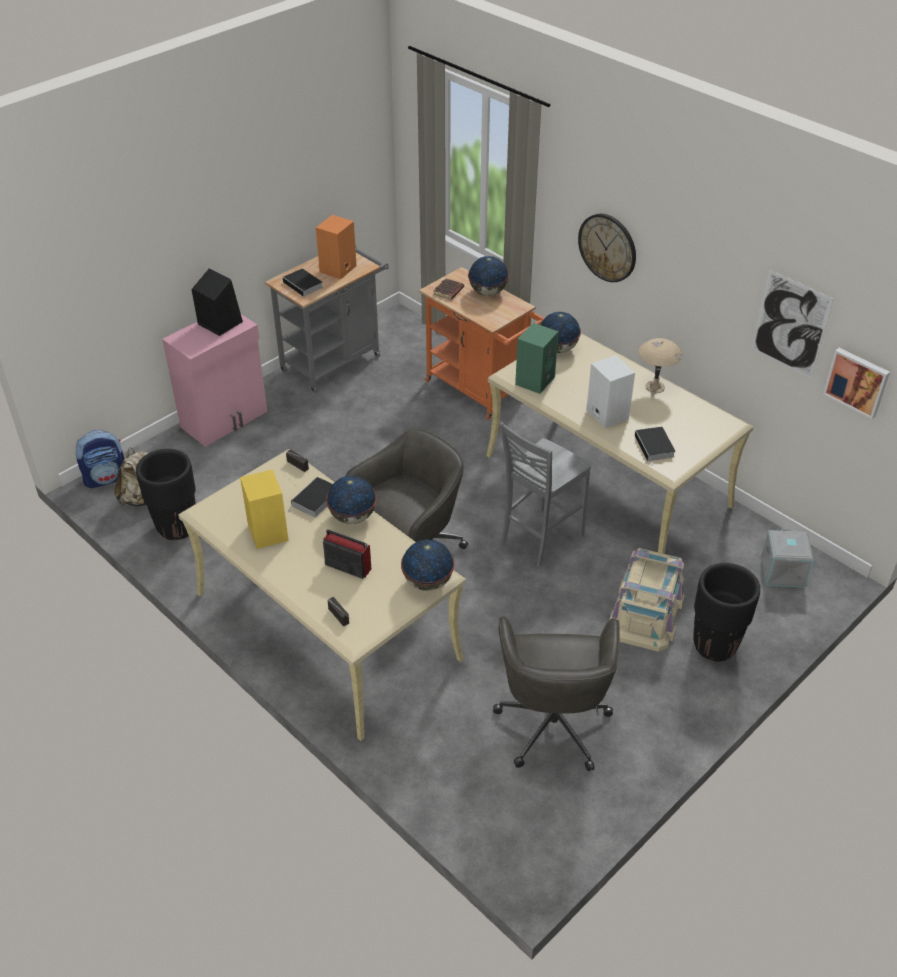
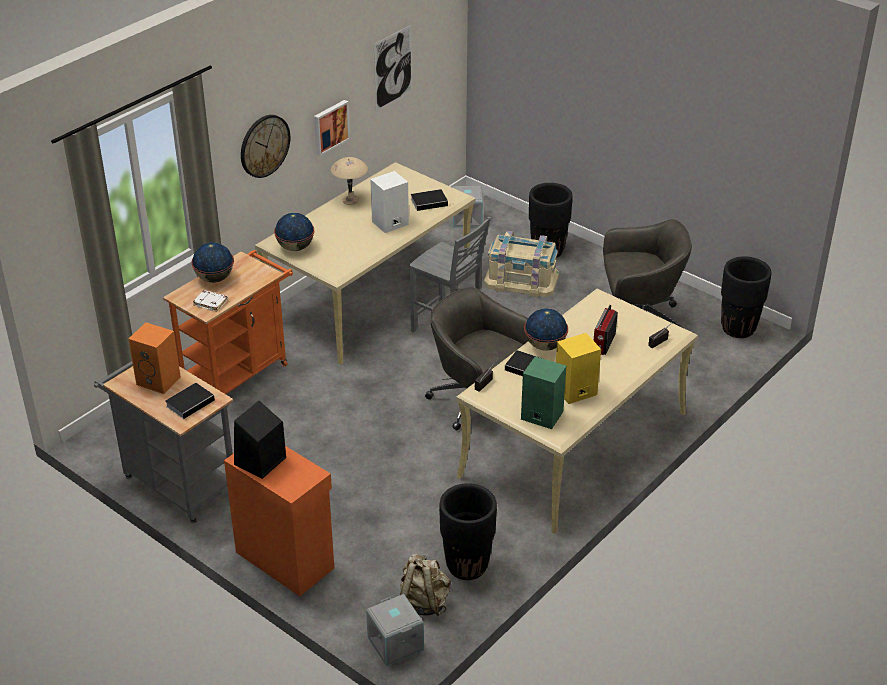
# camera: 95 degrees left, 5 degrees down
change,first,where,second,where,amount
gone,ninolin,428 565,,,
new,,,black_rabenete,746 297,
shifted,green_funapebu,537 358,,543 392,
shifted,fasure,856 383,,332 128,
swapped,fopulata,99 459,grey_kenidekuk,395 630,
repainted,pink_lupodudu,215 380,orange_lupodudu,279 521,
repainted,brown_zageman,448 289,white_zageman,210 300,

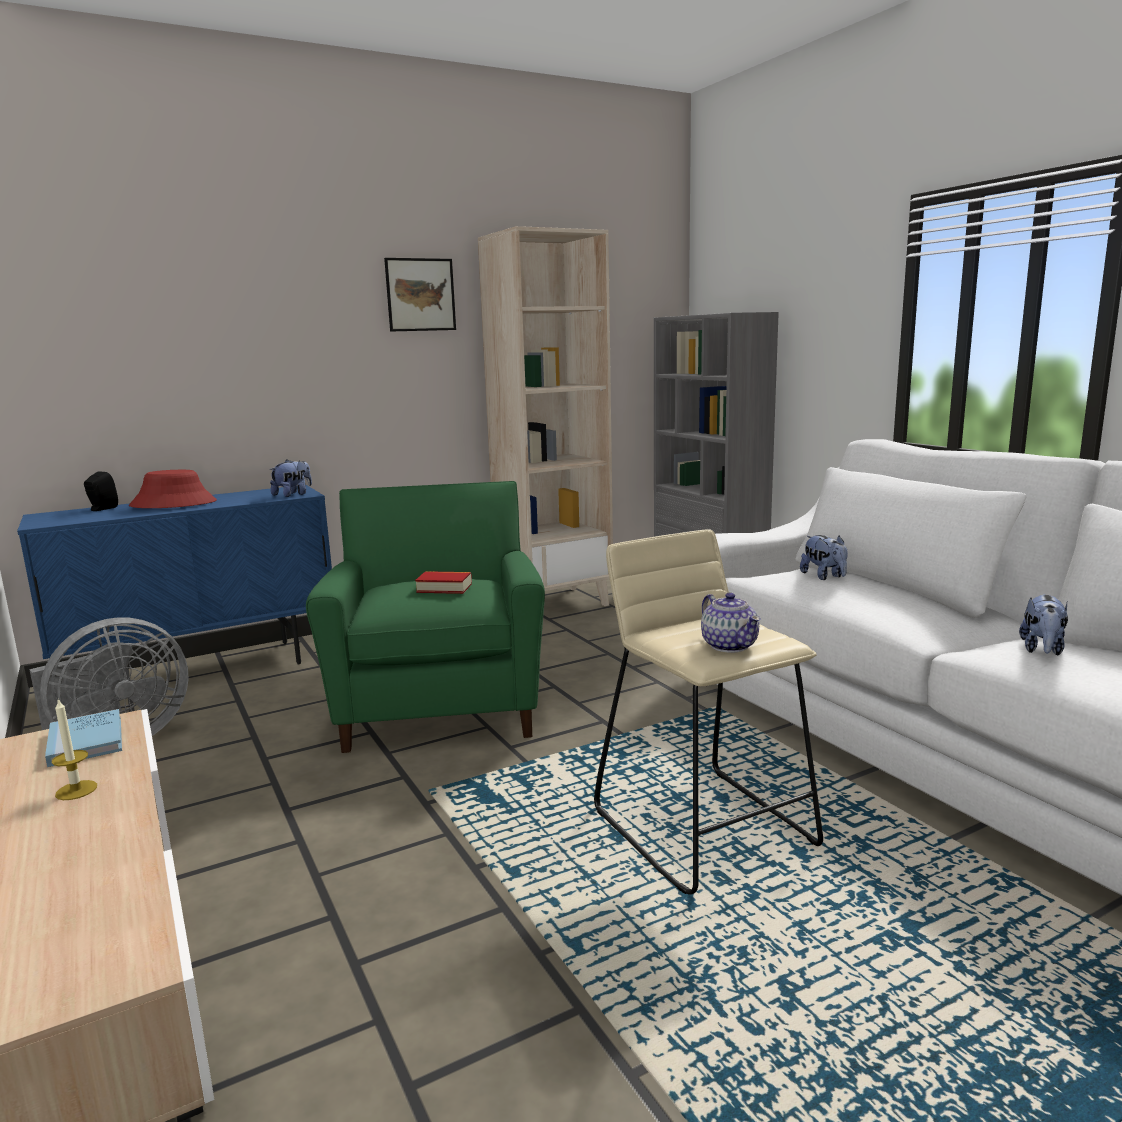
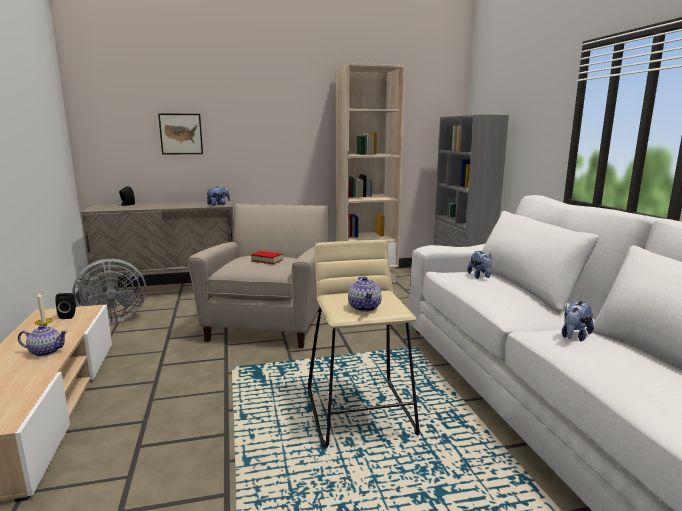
# camera: 15 degrees right, 0 degrees up
change,first,where,second,where,amount
gone,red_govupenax,173 489,,,
new,,,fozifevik,43 340,
shifted,fasure,420 295,,180 134,
swapped,blue_zageman,83 738,black_funapebu,65 306,
repainted,blue_lupodudu,174 575,beige_lupodudu,157 245,
repainted,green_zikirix,425 617,beige_zikirix,257 276,

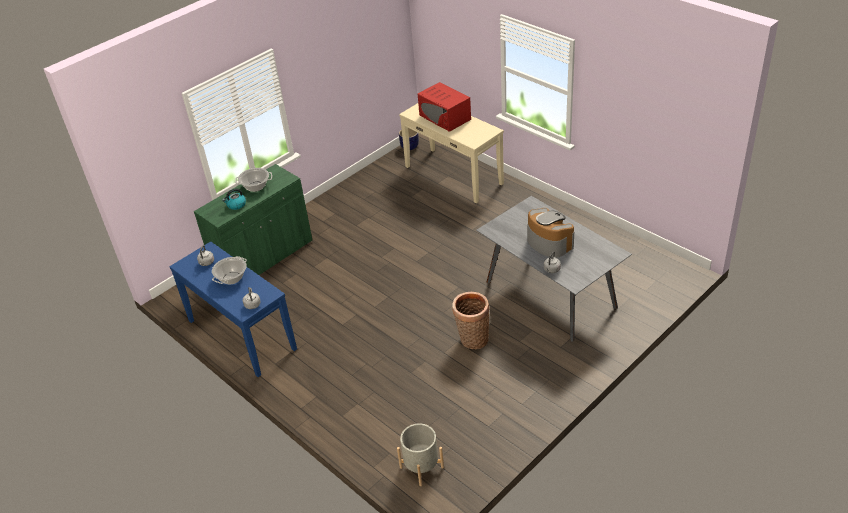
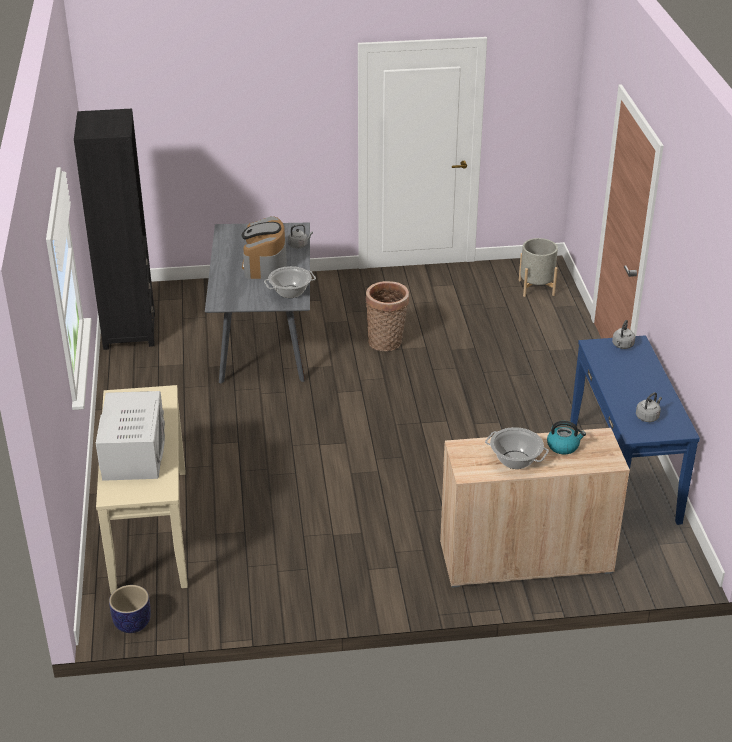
# camera: 145 degrees left, 5 degrees down
change,first,where,second,where,amount
new,,,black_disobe,114 229,
shifted,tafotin,229 270,,290 282,
repainted,green_lupodudu,253 219,beige_lupodudu,535 508,
repainted,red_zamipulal,444 107,white_zamipulal,130 436,

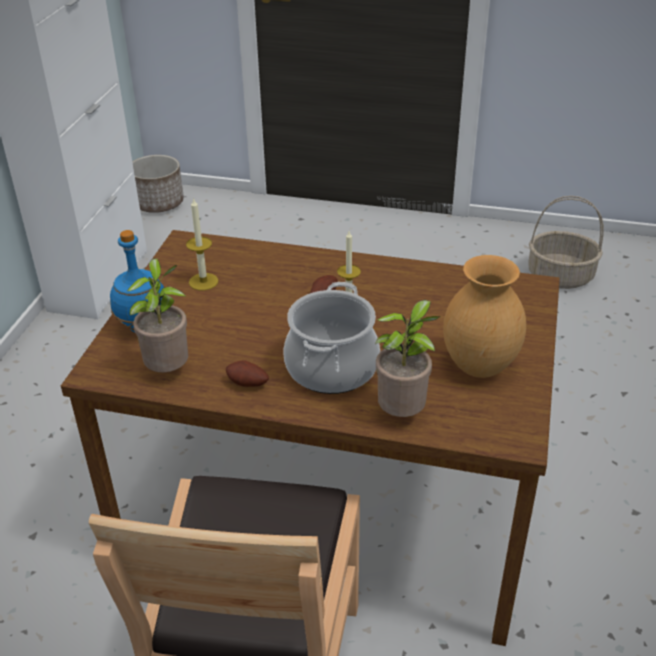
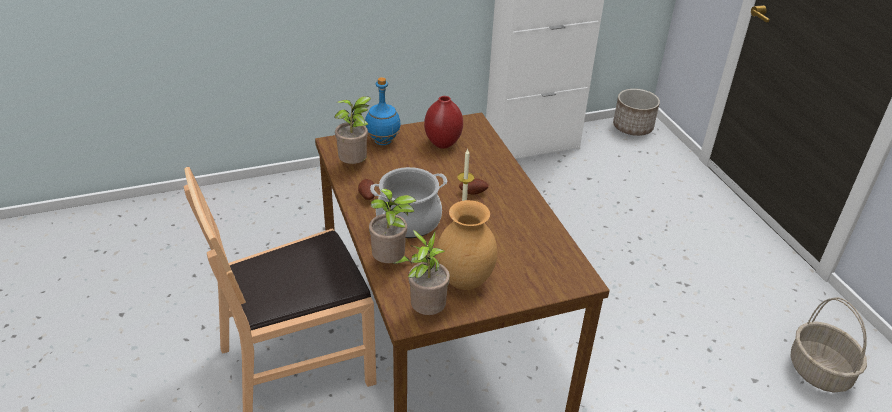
# camera: 55 degrees right, 0 degrees up
change,first,where,second,where,amount
new,,,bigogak,429 272,
swapped,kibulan,202 243,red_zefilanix,443 122,

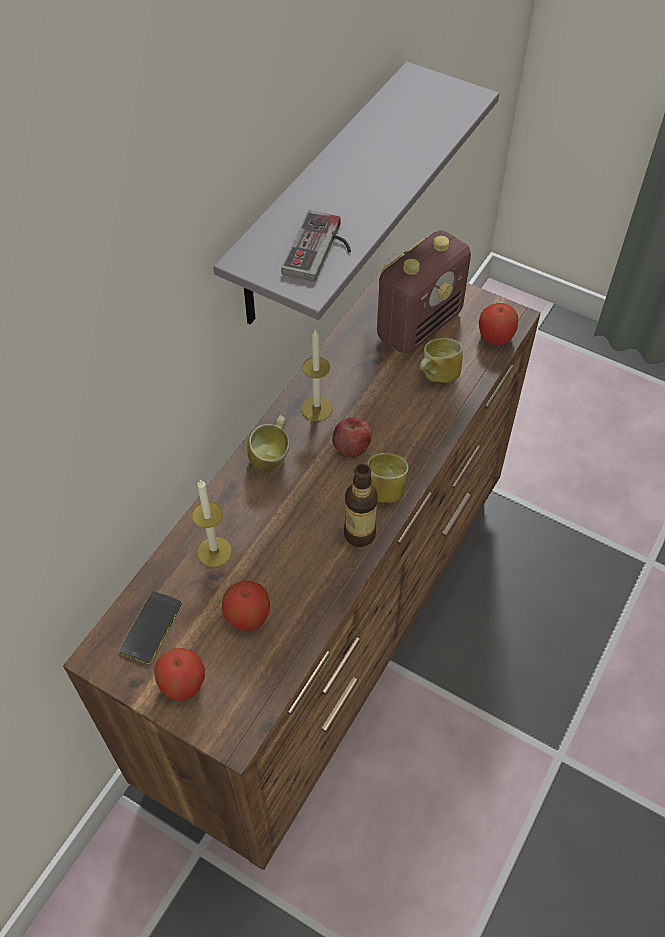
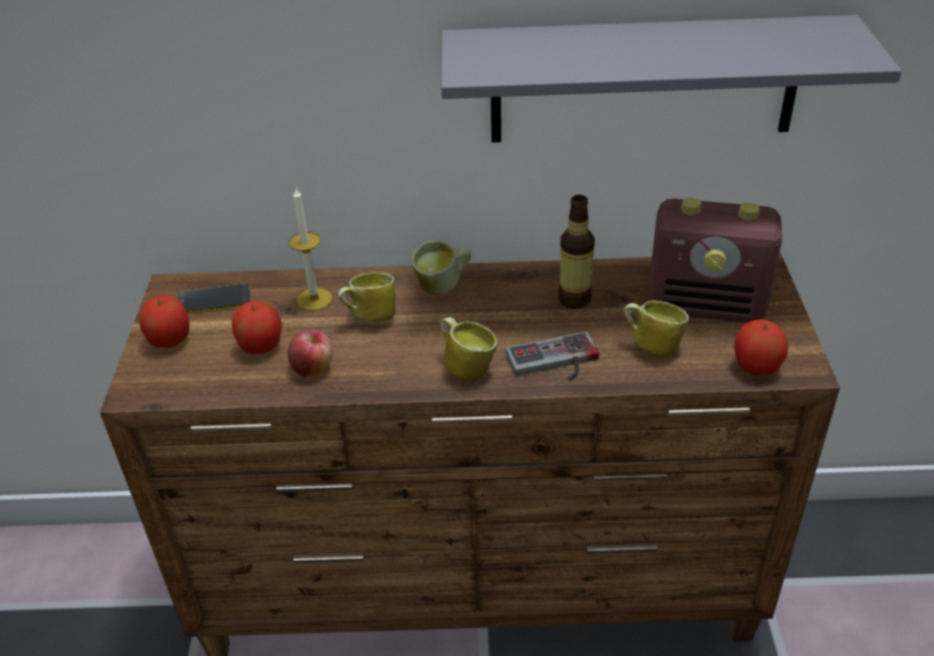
# camera: 60 degrees right, 15 degrees down
change,first,where,second,where,amount
gone,kibulan,317 374,,,
new,,,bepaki,367 296,
shifted,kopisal,316 245,,552 355,
shifted,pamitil,352 437,,310 354,
shifted,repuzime,361 505,,576 252,

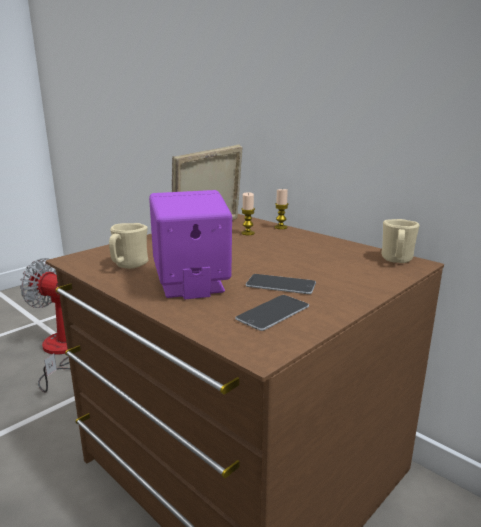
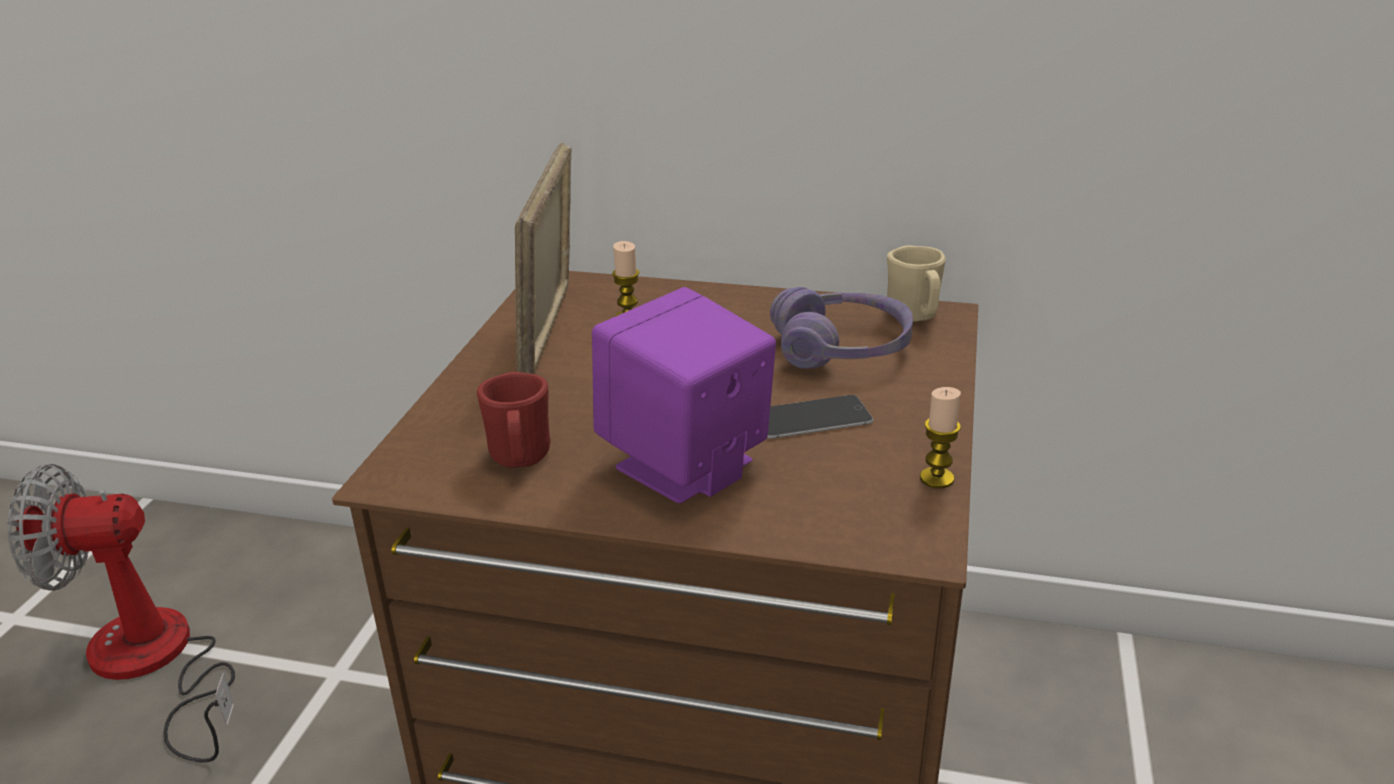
# camera: 30 degrees left, 10 degrees up
change,first,where,second,where,amount
gone,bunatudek,272 313,,,
new,,,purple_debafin,841 328,
shifted,kibulan,281 209,,940 438,
repainted,beige_bepaki,128 246,red_bepaki,514 420,

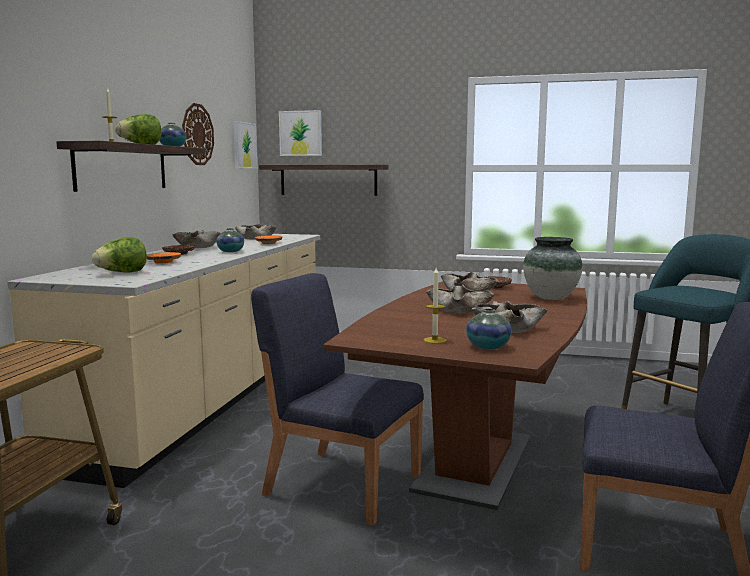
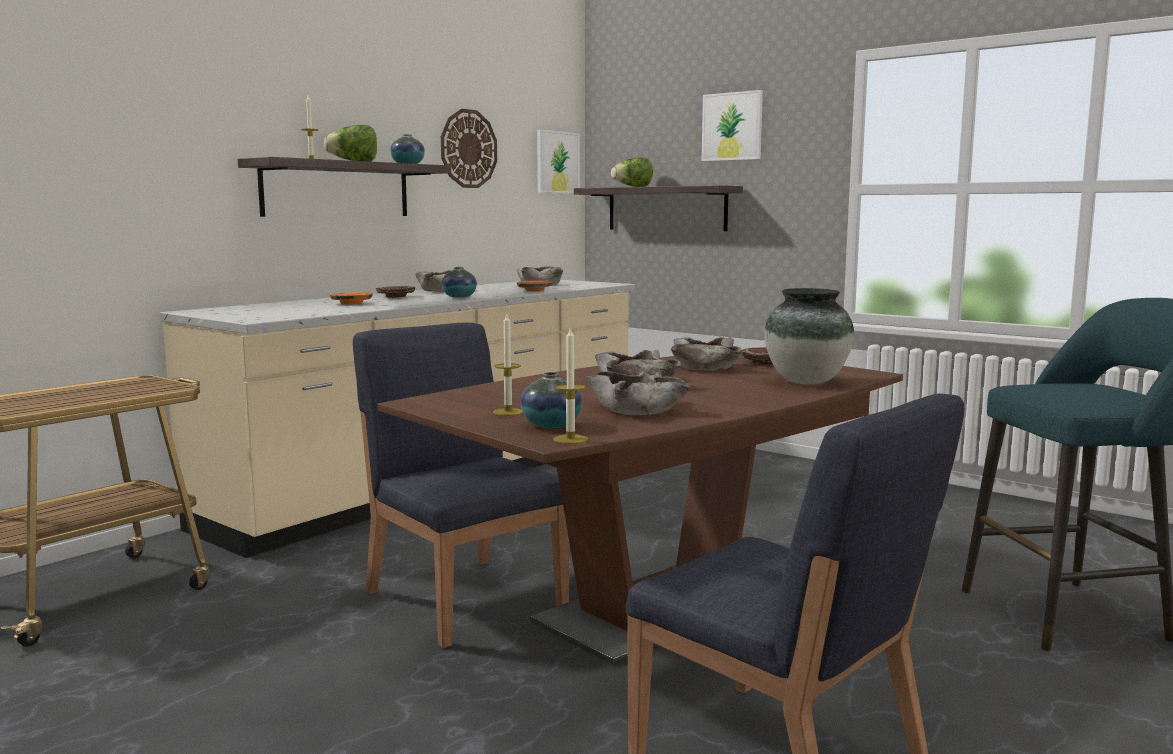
# camera: 25 degrees right, 0 degrees up
change,first,where,second,where,amount
new,,,kibulan,570 385,
shifted,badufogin,119 254,,632 172,
shifted,fasure,300 133,,732 125,

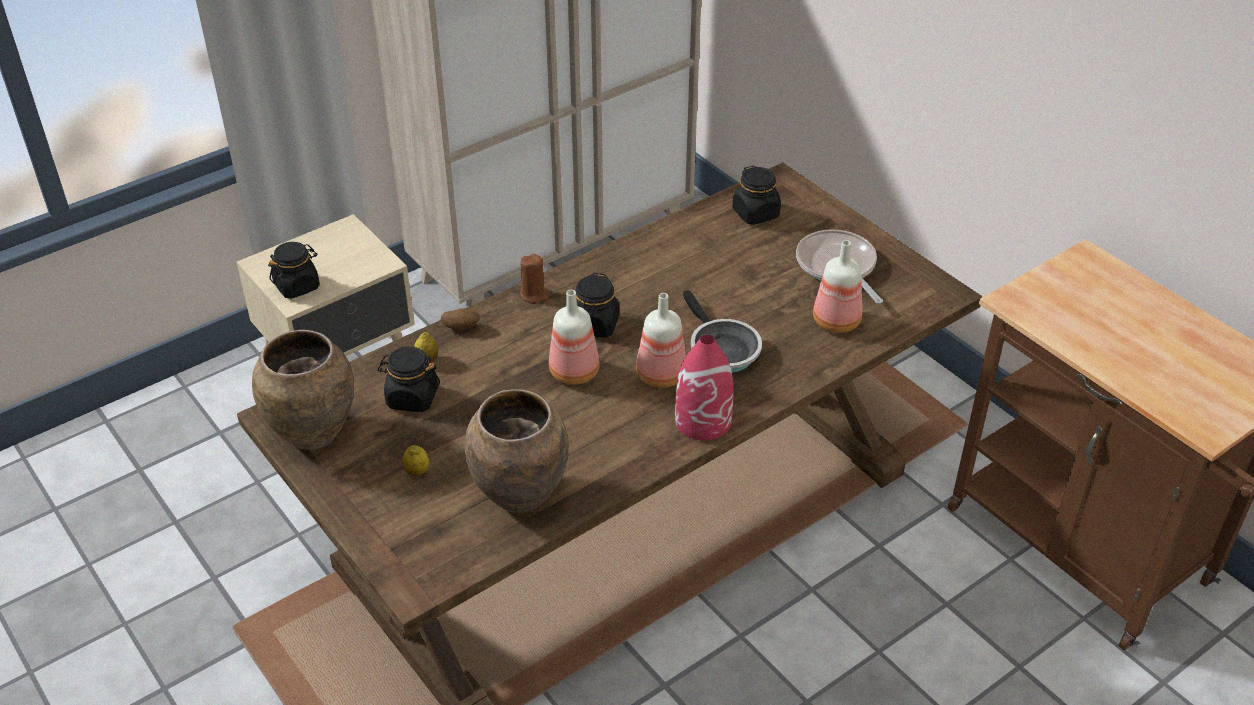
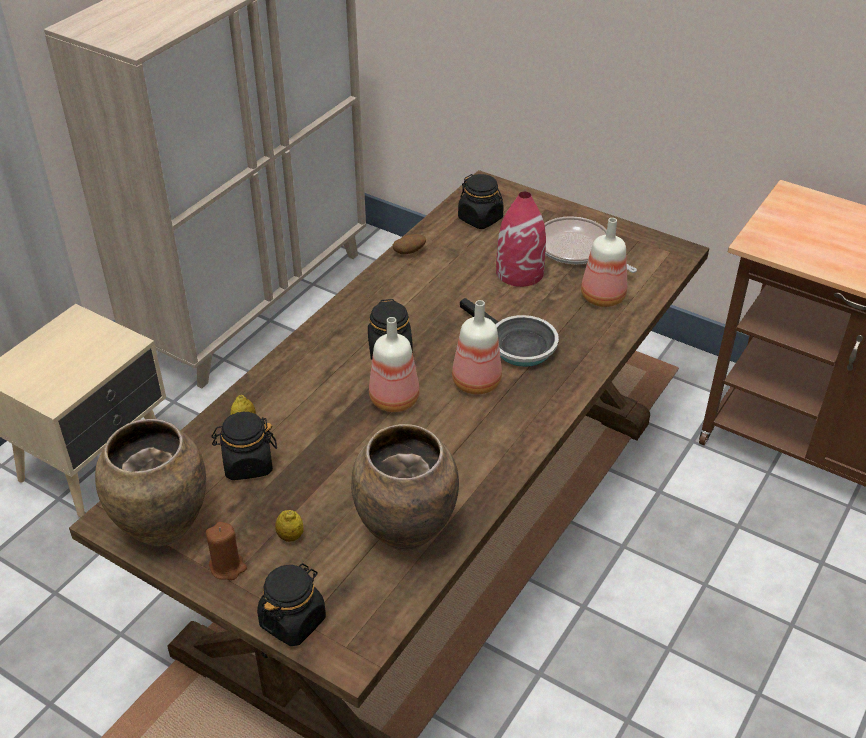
# camera: 20 degrees left, 0 degrees up
change,first,where,second,where,amount
shifted,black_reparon,294 270,,291 604,
shifted,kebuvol,460 319,,409 244,
shifted,brown_kibulan,534 279,,226 551,
shifted,red_zefilanix,704 388,,521 239,

